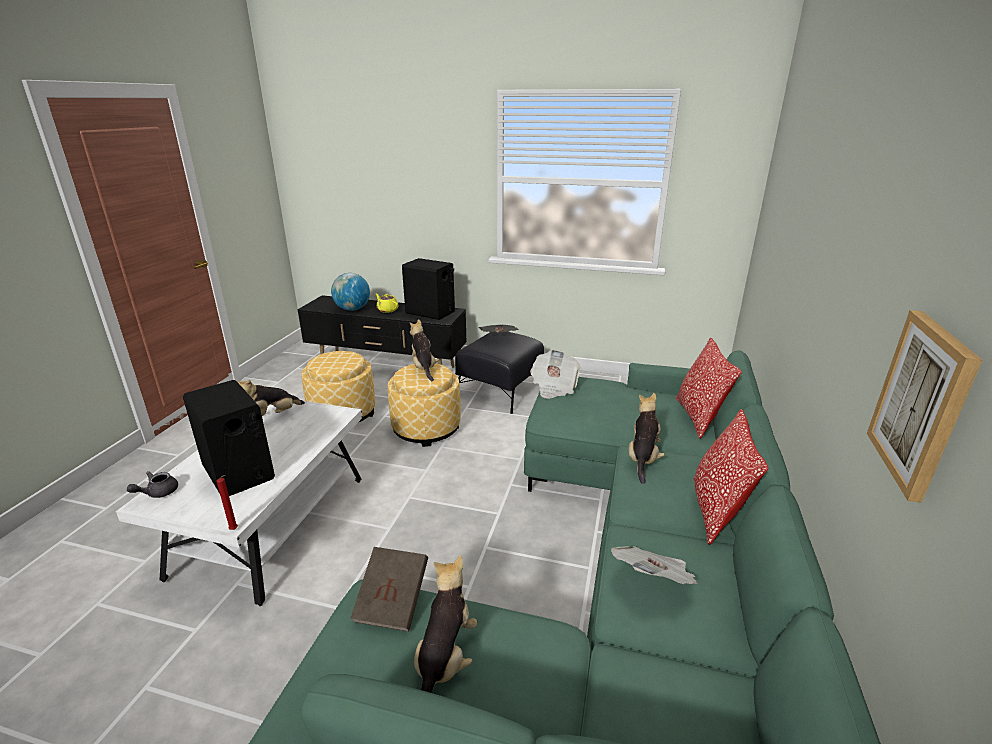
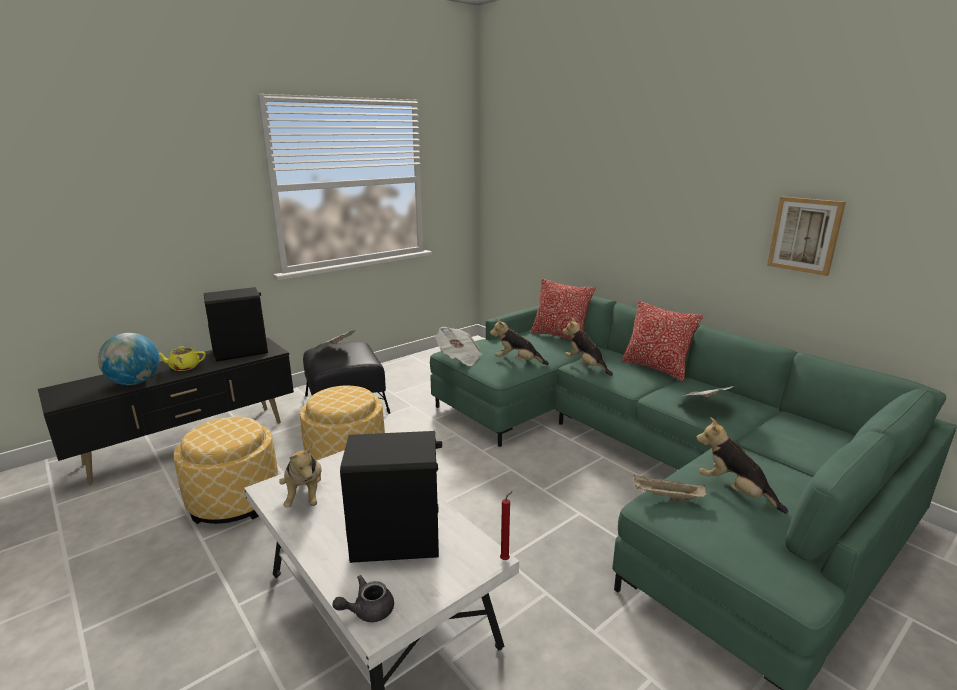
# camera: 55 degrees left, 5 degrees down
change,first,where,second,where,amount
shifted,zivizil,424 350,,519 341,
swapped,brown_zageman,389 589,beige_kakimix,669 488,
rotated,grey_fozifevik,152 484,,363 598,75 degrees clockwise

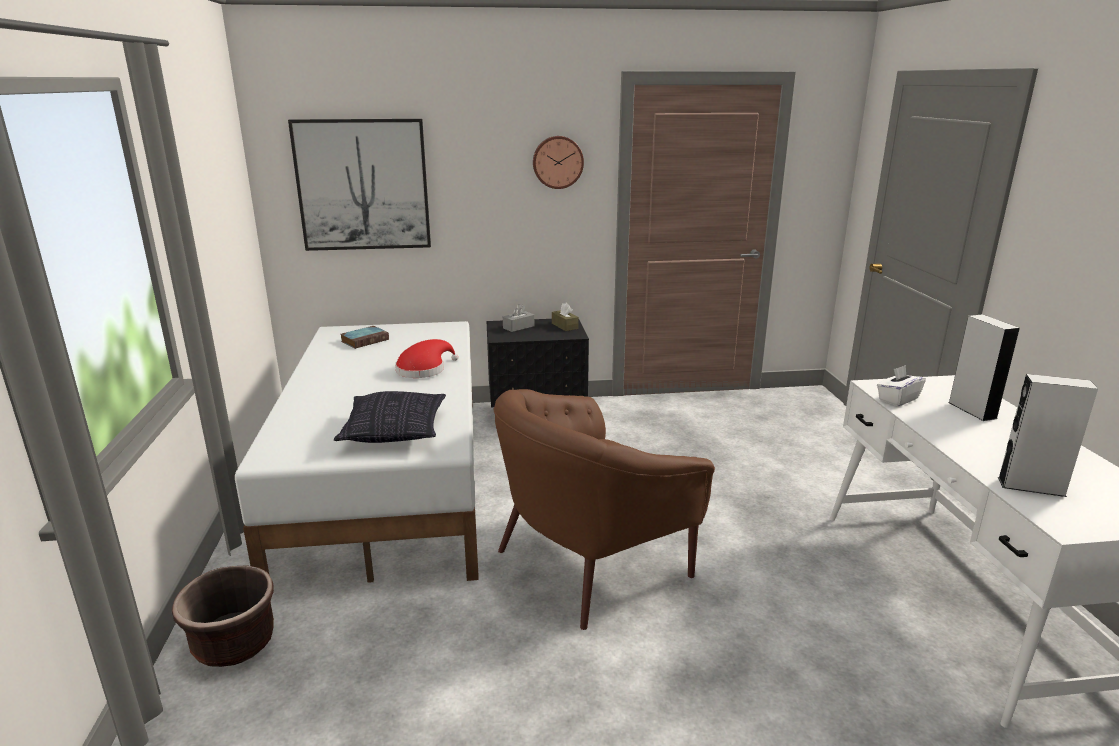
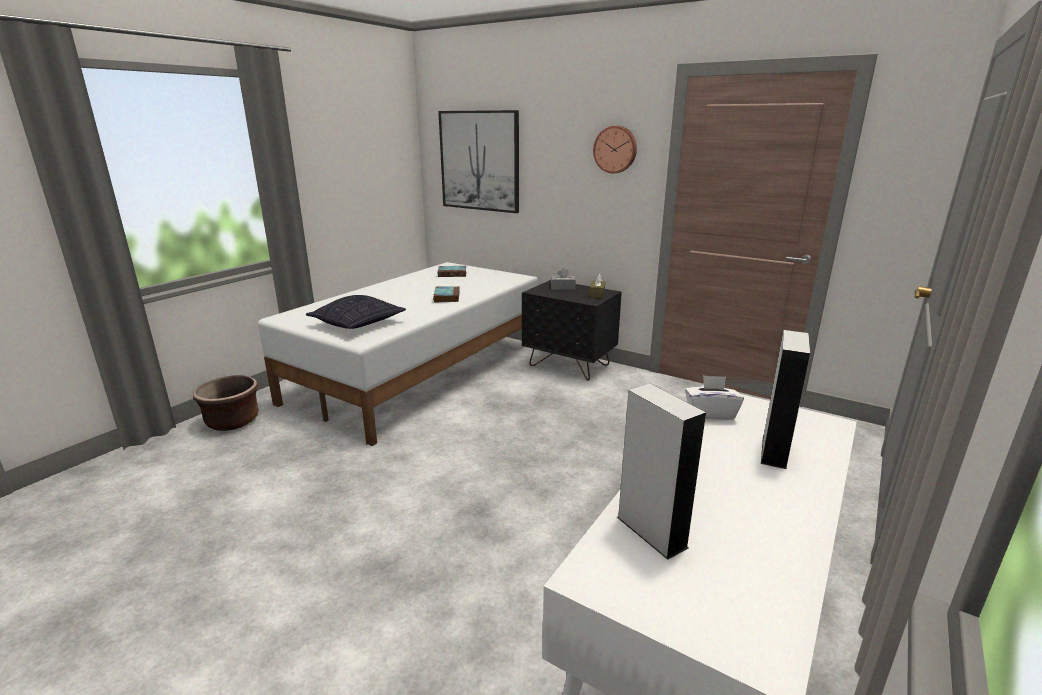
# camera: 40 degrees right, 0 degrees up
change,first,where,second,where,amount
gone,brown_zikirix,604 509,,,
swapped,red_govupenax,426 358,zageman,446 294,

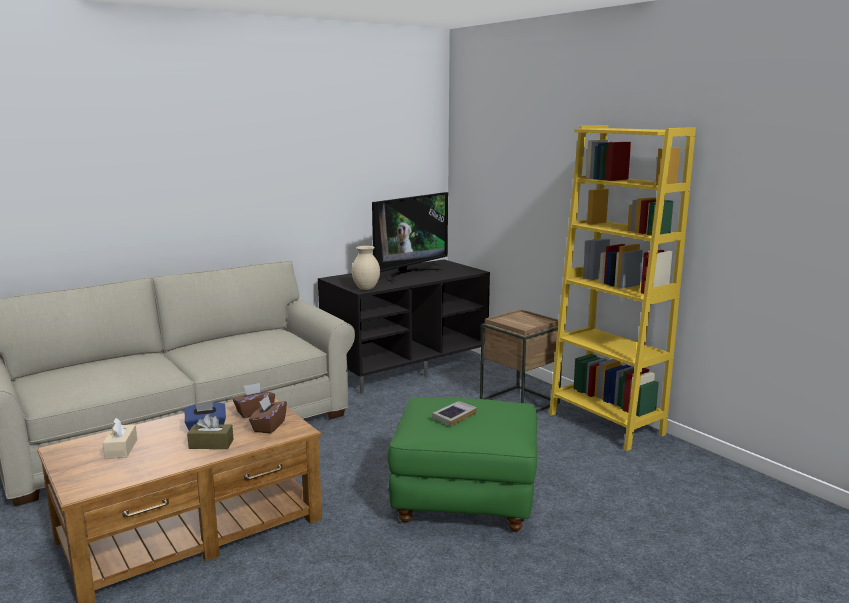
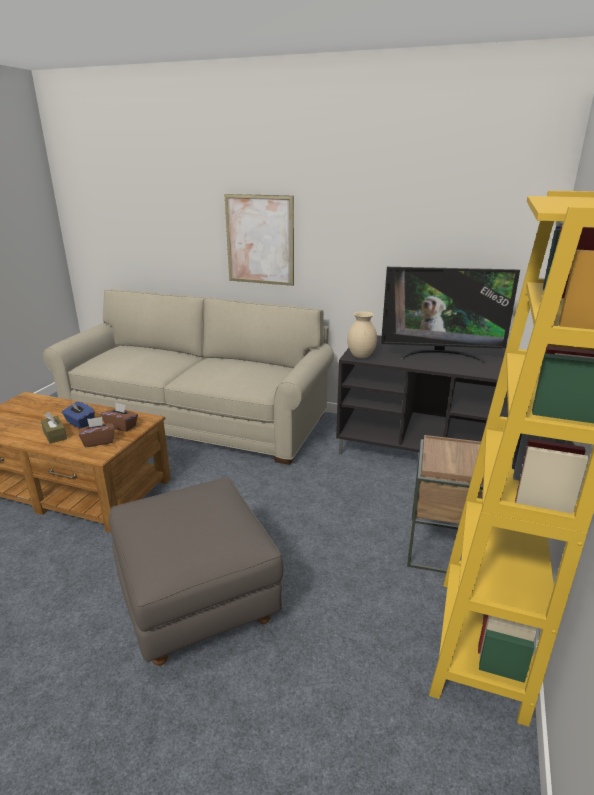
# camera: 55 degrees right, 10 degrees up
change,first,where,second,where,amount
gone,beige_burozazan,120 438,,,
gone,zageman,454 413,,,
new,,,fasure,259 240,
repainted,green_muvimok,462 464,grey_muvimok,196 571,

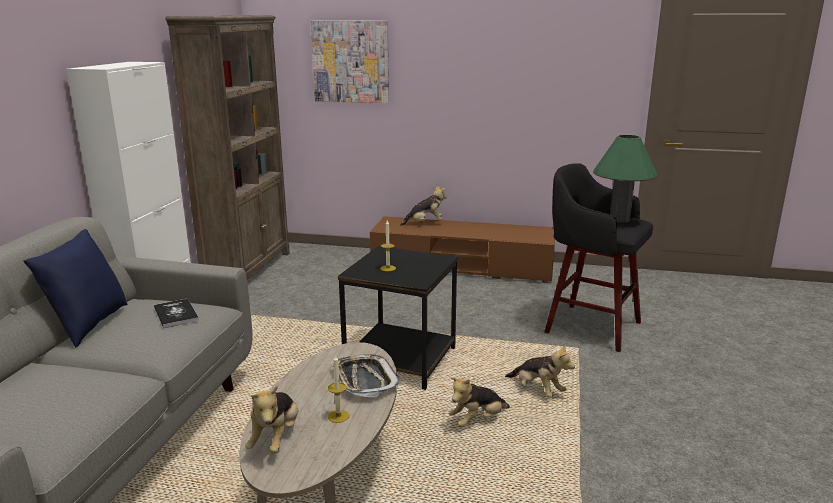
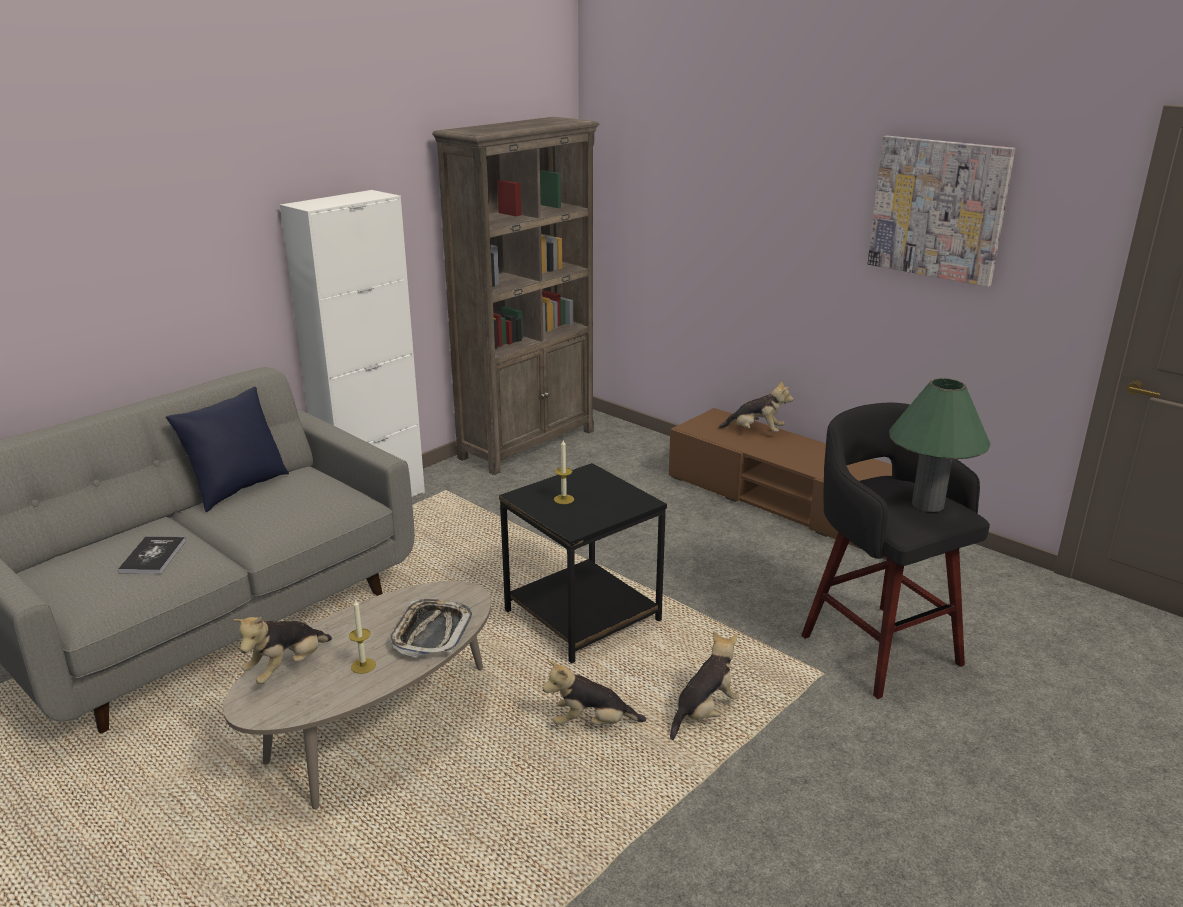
# camera: 30 degrees right, 5 degrees up
change,first,where,second,where,amount
shifted,zageman,176 313,,152 555,
shifted,fasure,350 62,,941 211,
rotated,zivizil,540 371,,704 685,120 degrees counterclockwise

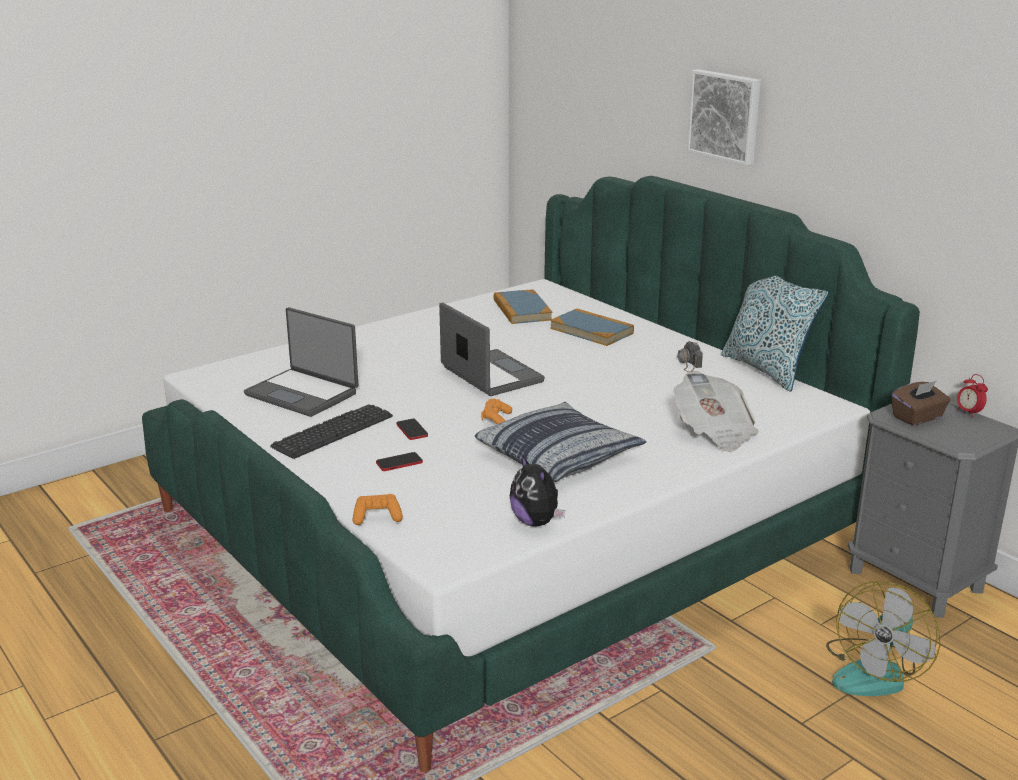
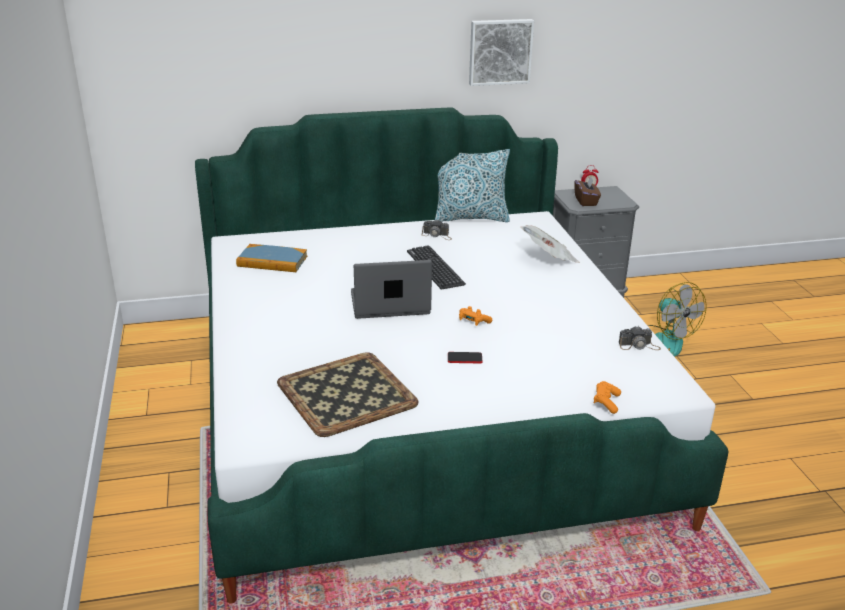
# camera: 65 degrees left, 5 degrees up
change,first,where,second,where,amount
gone,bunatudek,399 461,,,
gone,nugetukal,561 442,,,
gone,zageman,592 327,,,
shifted,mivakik,331 431,,436 267,
shifted,fasure,724 117,,501 52,
swapped,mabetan,301 362,kakimix,348 394,
swapped,zivizil,537 490,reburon,640 338,

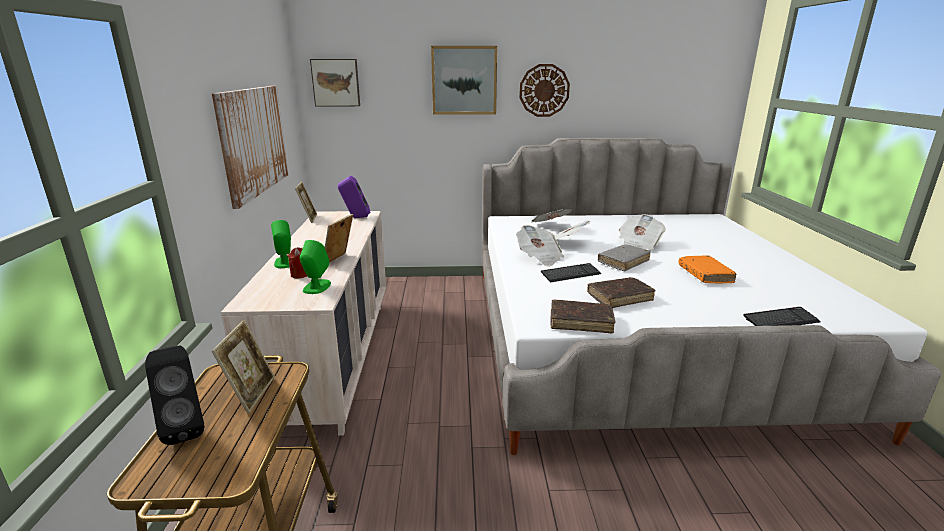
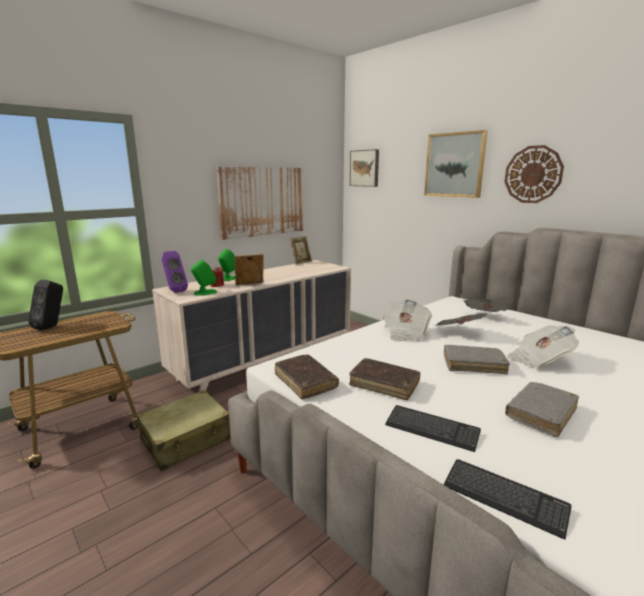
# camera: 50 degrees right, 5 degrees down
change,first,where,second,where,amount
gone,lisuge,243 366,,,
new,,,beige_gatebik,184 430,
shifted,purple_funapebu,354 197,,175 272,
shifted,mivakik,571 272,,433 428,
repainted,orange_zageman,707 269,grey_zageman,542 409,

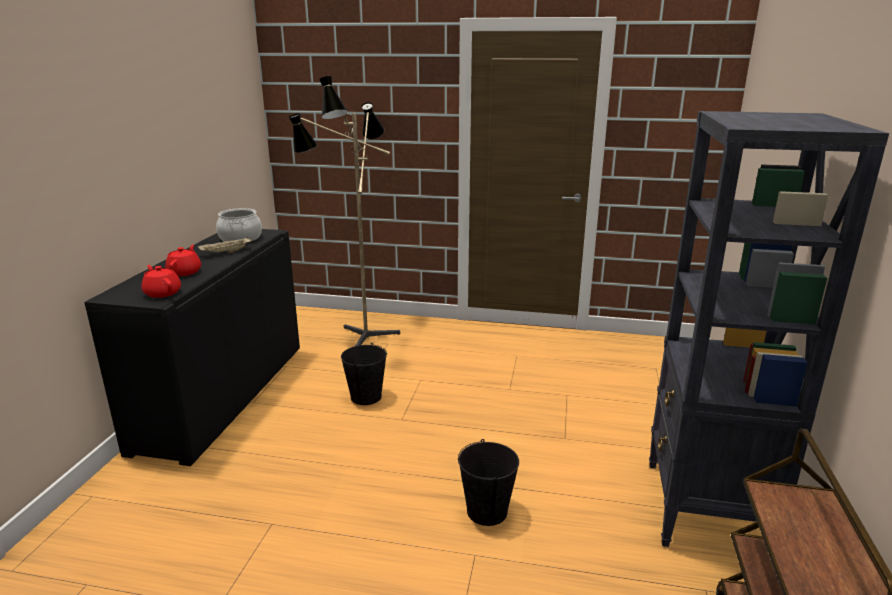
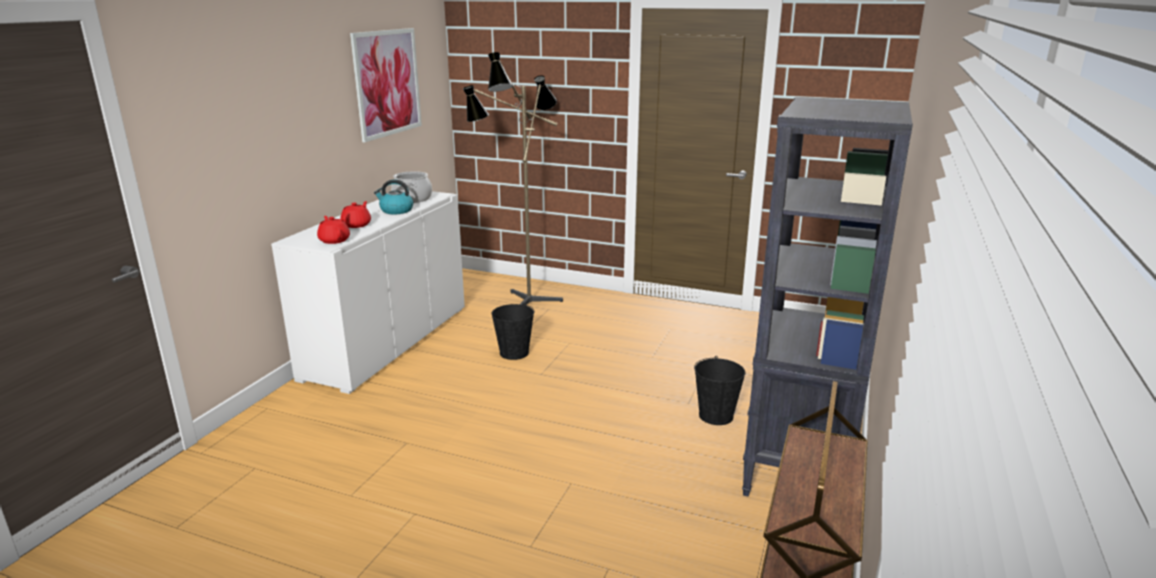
# camera: 10 degrees right, 0 degrees up
change,first,where,second,where,amount
new,,,fasure,386 85,
shifted,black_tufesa,488 482,,719 390,
swapped,beige_kakimix,224 245,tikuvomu,393 196,
repainted,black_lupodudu,192 347,white_lupodudu,368 292,

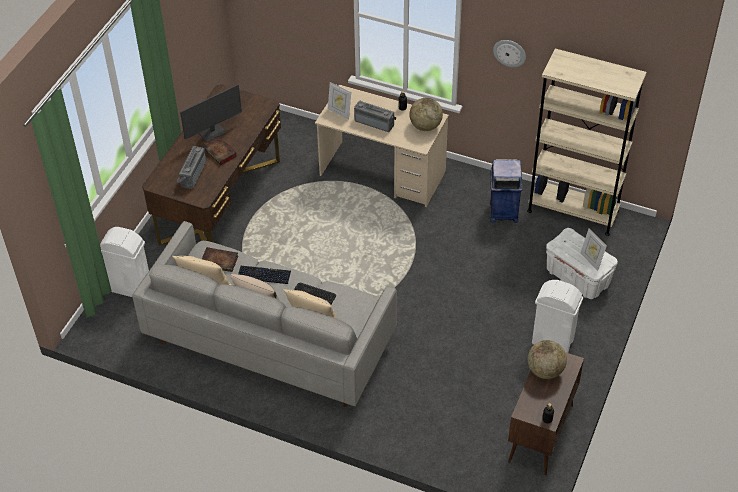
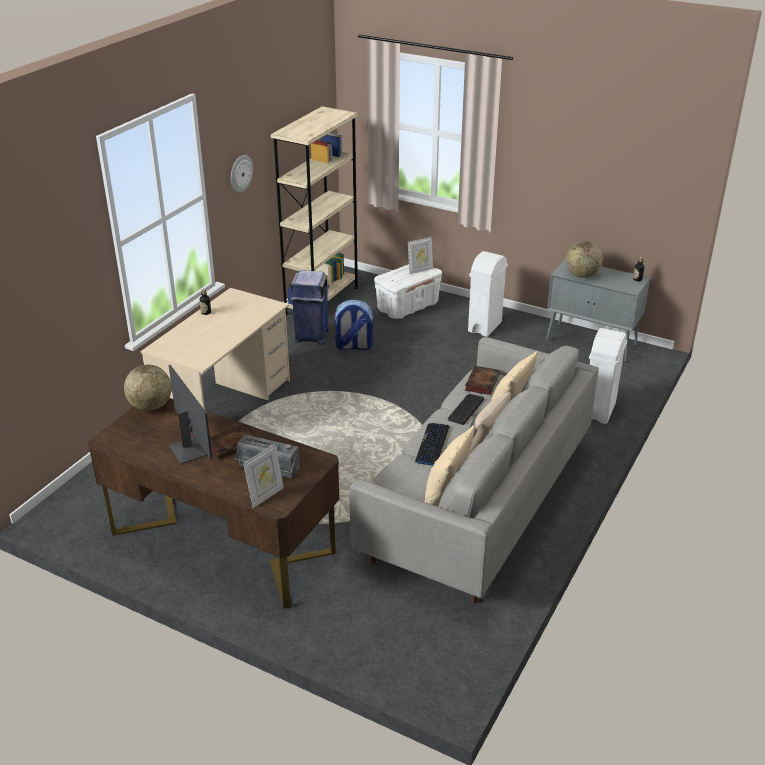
# camera: 85 degrees left, 15 degrees down
change,first,where,second,where,amount
gone,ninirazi,375 116,,,
new,,,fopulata,353 325,
shifted,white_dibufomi,124 262,,608 376,
shifted,zageman,220 259,,482 380,
shifted,lisuge,339 100,,263 476,
shifted,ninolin,426 114,,148 388,
repainted,brown_lupodudu,546 413,grey_lupodudu,598 310,

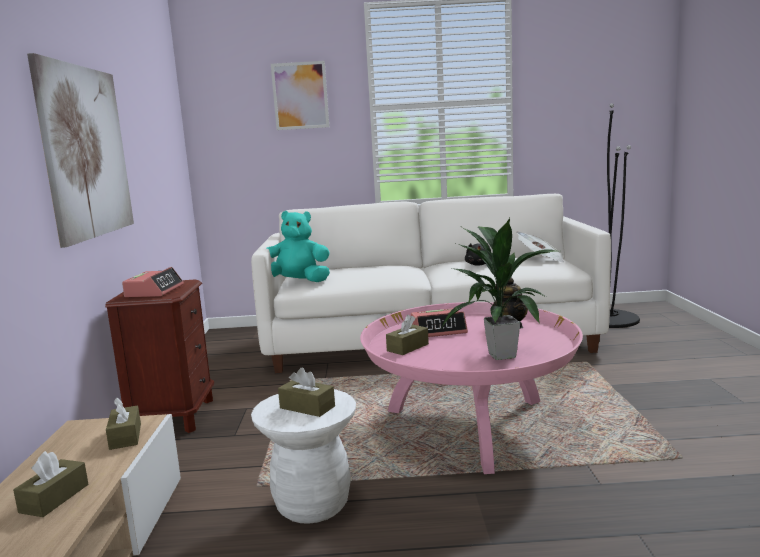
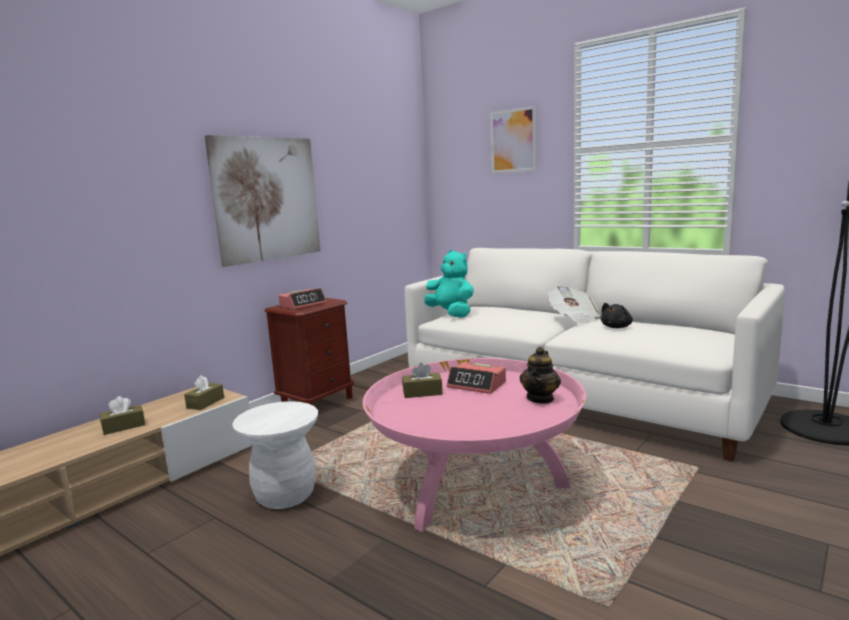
# camera: 40 degrees right, 0 degrees up
change,first,where,second,where,amount
gone,brown_burozazan,306 392,,,
gone,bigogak,499 289,,,
shifted,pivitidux,540 247,,574 305,

